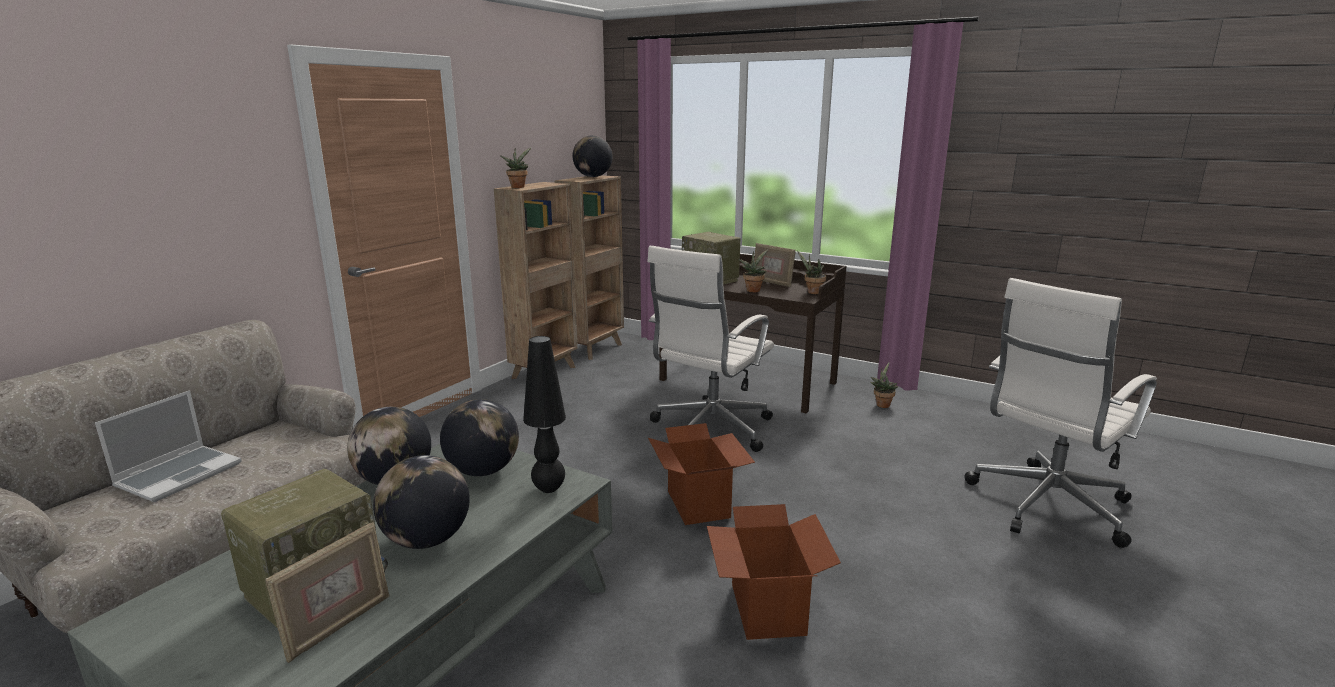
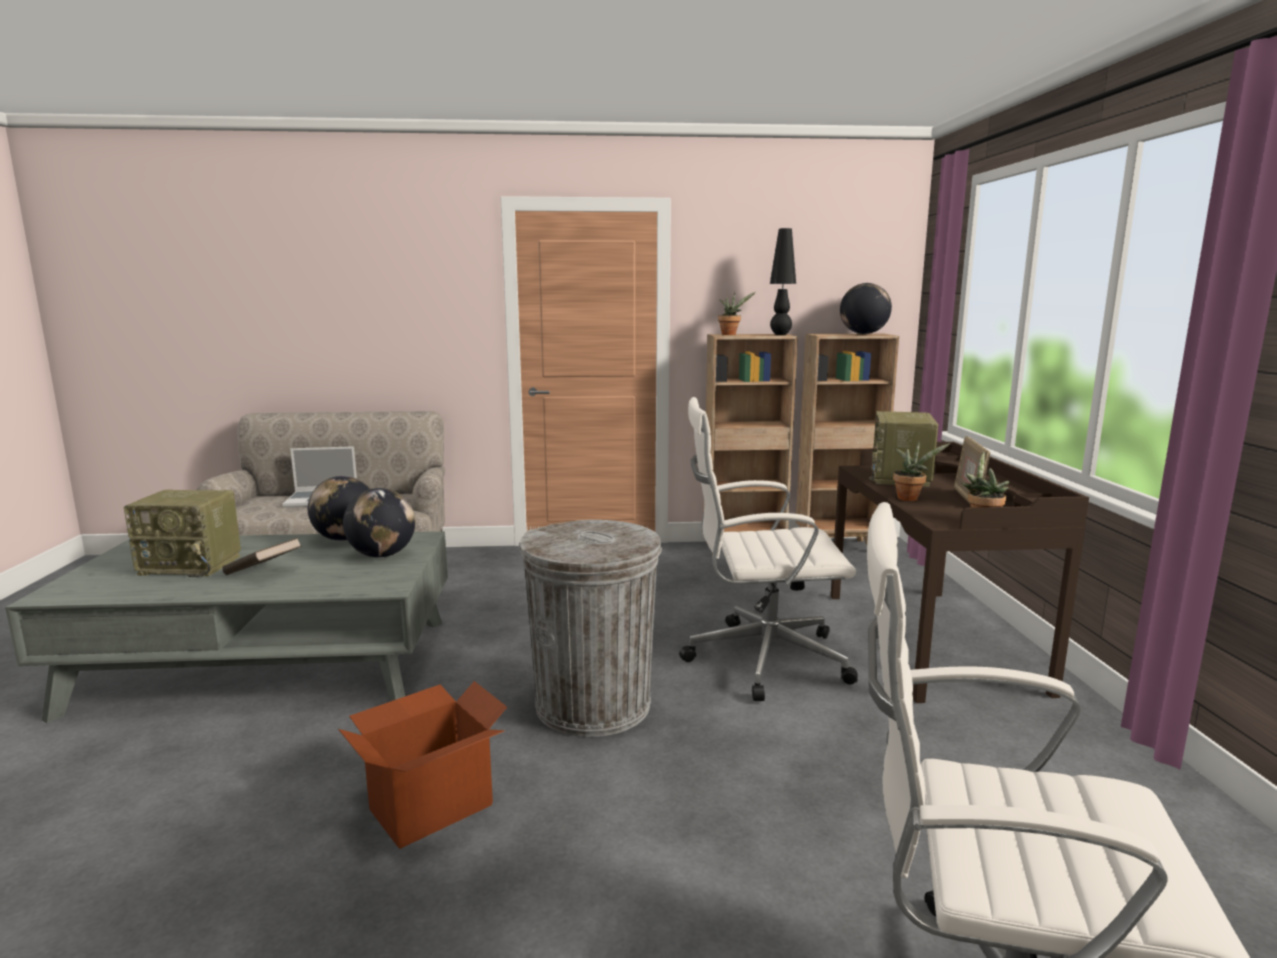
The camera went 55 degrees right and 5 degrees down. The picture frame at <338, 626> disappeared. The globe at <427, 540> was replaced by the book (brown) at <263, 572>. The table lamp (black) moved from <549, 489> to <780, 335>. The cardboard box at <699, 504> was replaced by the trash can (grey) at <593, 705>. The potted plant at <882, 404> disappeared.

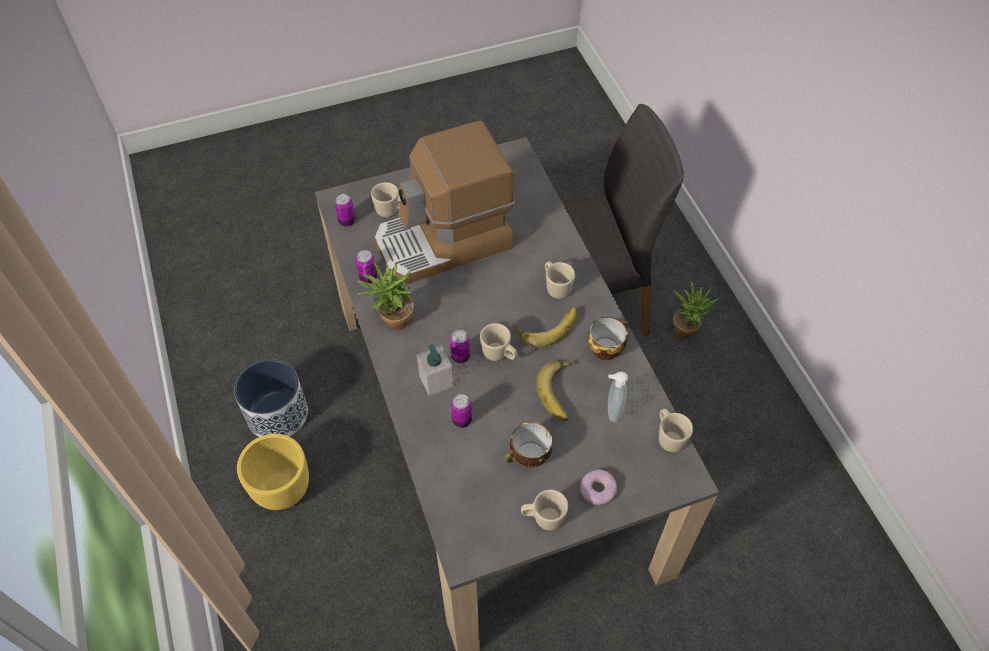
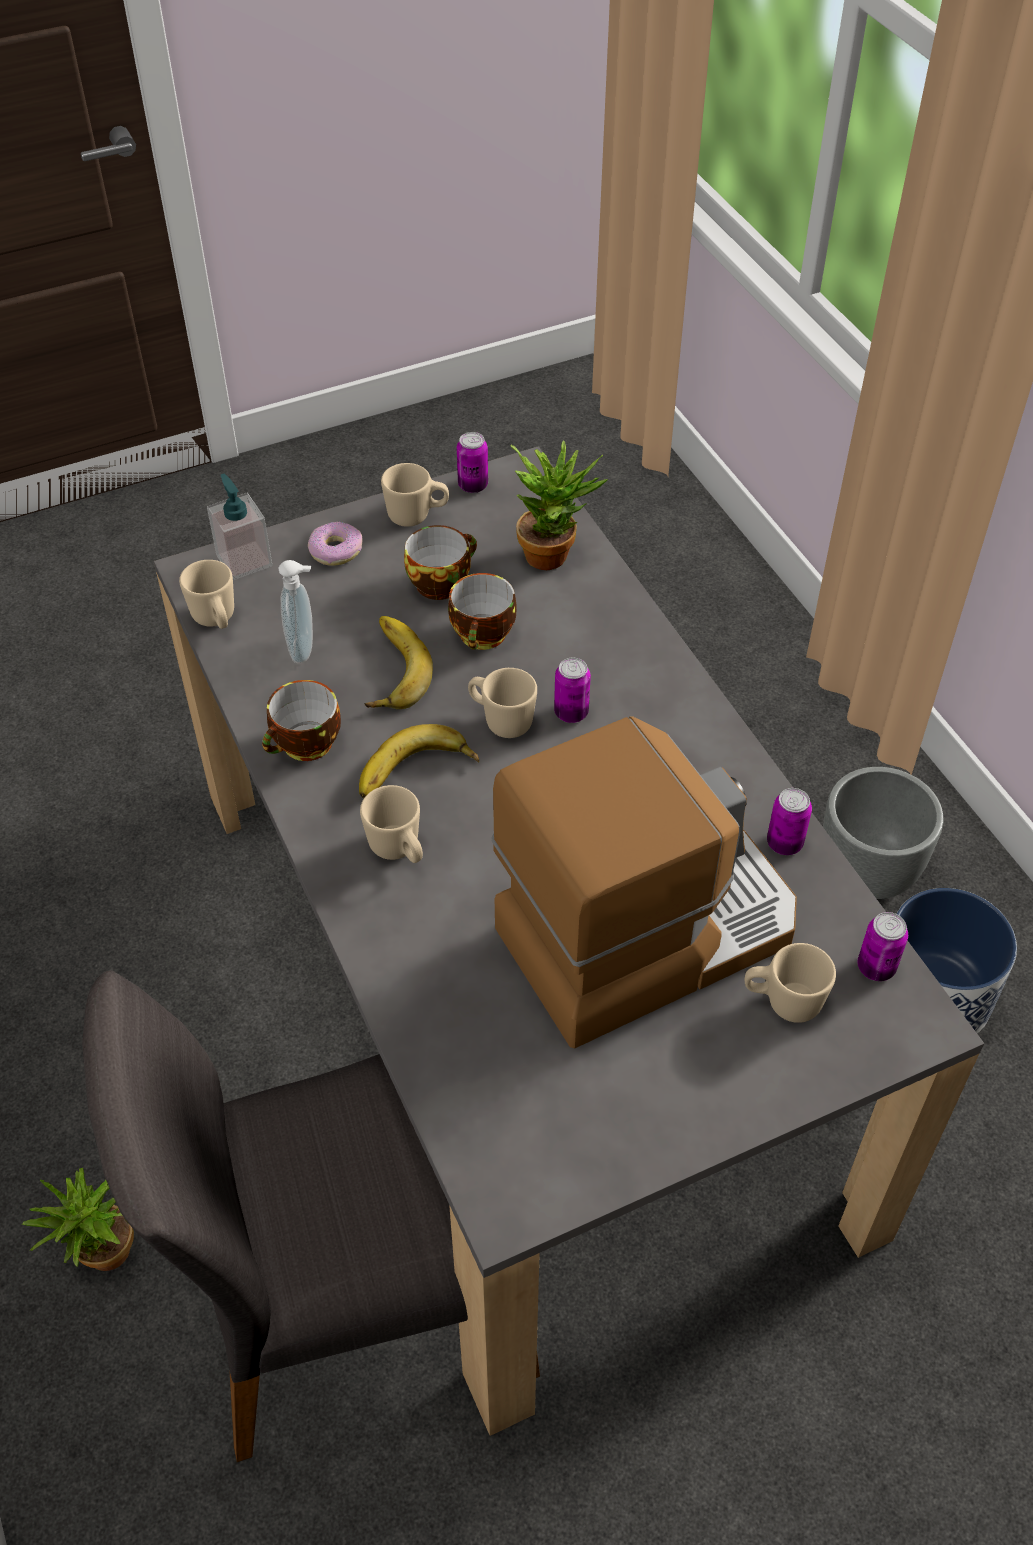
The camera went 175 degrees right and 5 degrees down. The planter (yellow) at <281, 489> became the planter (grey) at <868, 872>. The potted plant moved from <392, 321> to <554, 553>. The soap dispenser moved from <436, 381> to <244, 560>. The can moved from <462, 420> to <473, 485>. The cup at <484, 636> appeared.

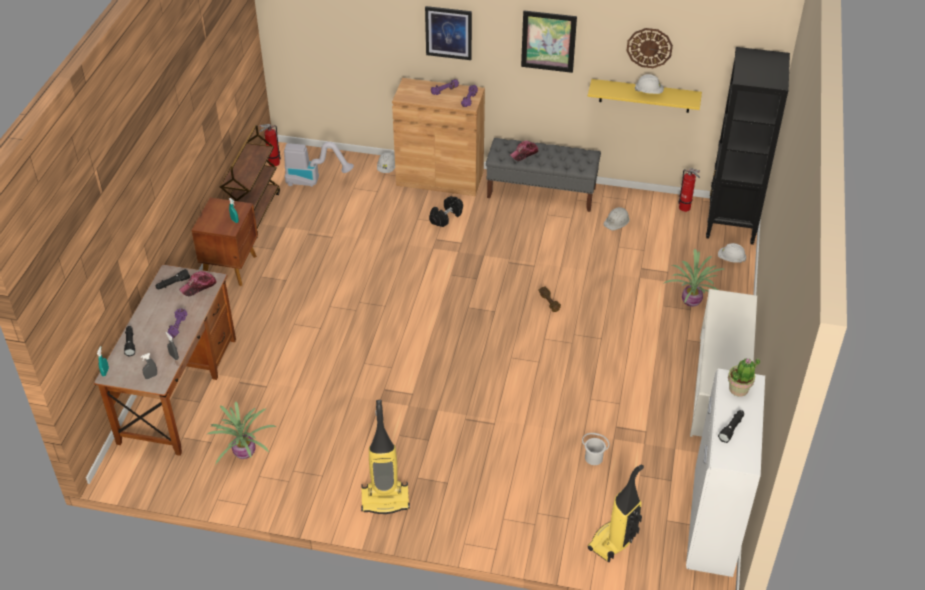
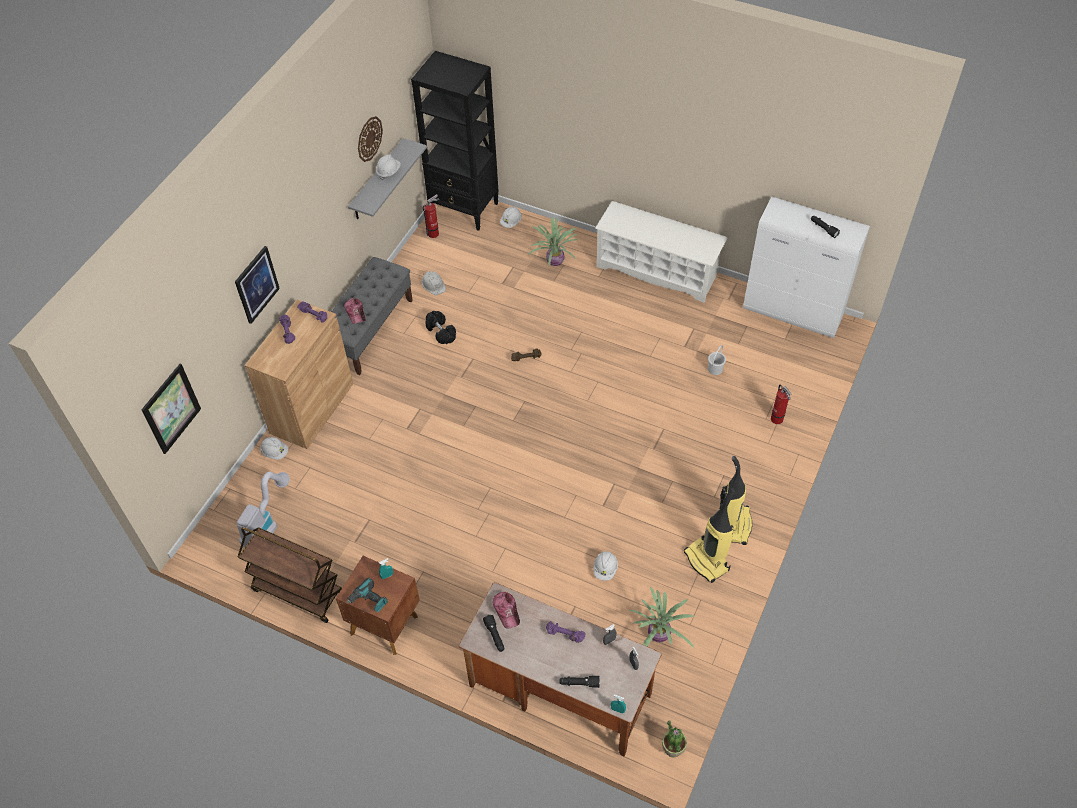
The camera went 75 degrees left and 10 degrees up. The fire extinguisher moved from <272, 163> to <777, 420>. The dumbbell (black) moved from <446, 217> to <441, 332>. The picture moved from <548, 41> to <171, 408>. The shelf (yellow) at <645, 96> became the shelf (grey) at <377, 181>. The vacuum cleaner moved from <613, 542> to <707, 561>. The potted plant moved from <739, 389> to <673, 748>. The power drill at <368, 600> appeared. The hard hat (white) at <605, 569> appeared.

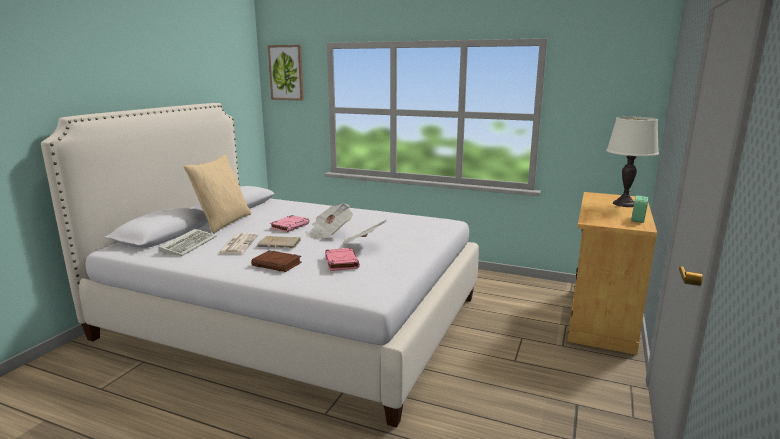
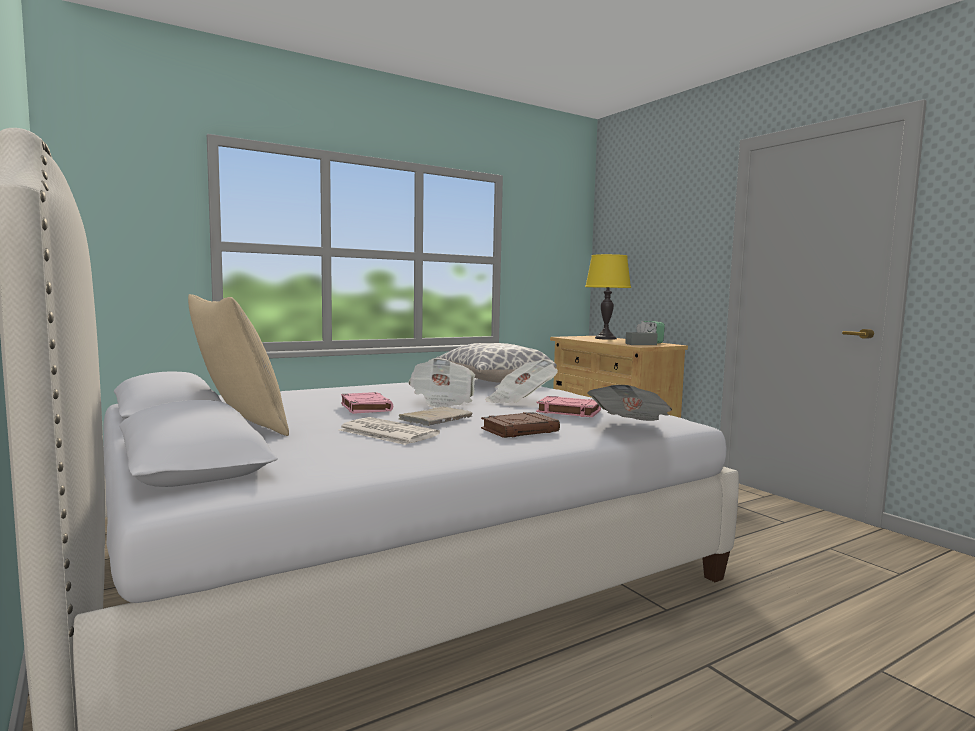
The camera went 55 degrees left and 10 degrees down. The keyboard at <189, 244> disappeared. The picture at <286, 72> disappeared. The table lamp (white) at <624, 204> became the table lamp (yellow) at <605, 338>. The pillow at <494, 381> appeared. The newspaper at <630, 427> appeared. The tissue box (grey) at <641, 344> appeared.

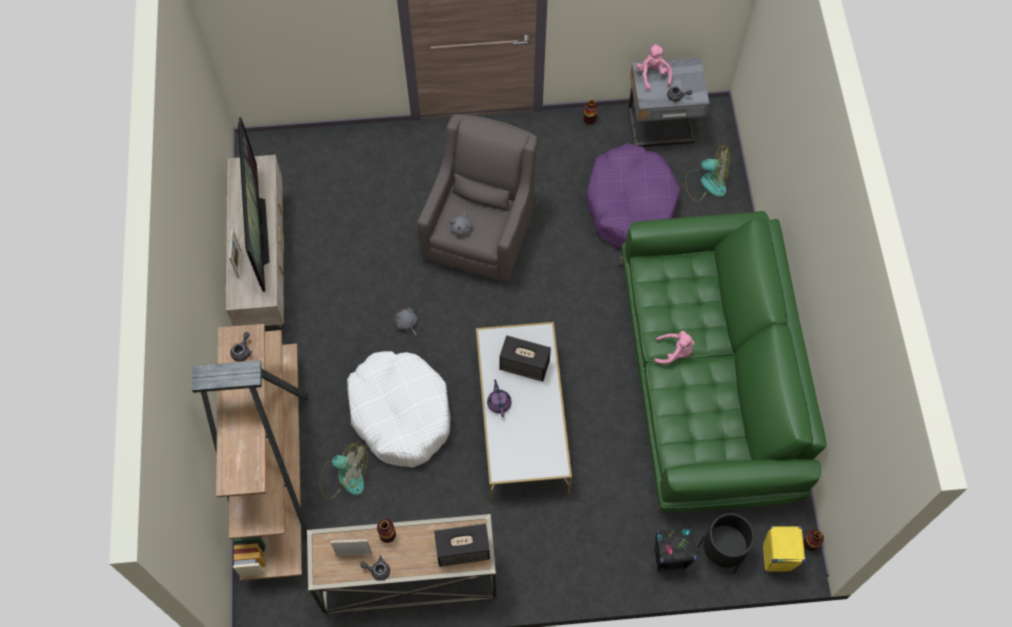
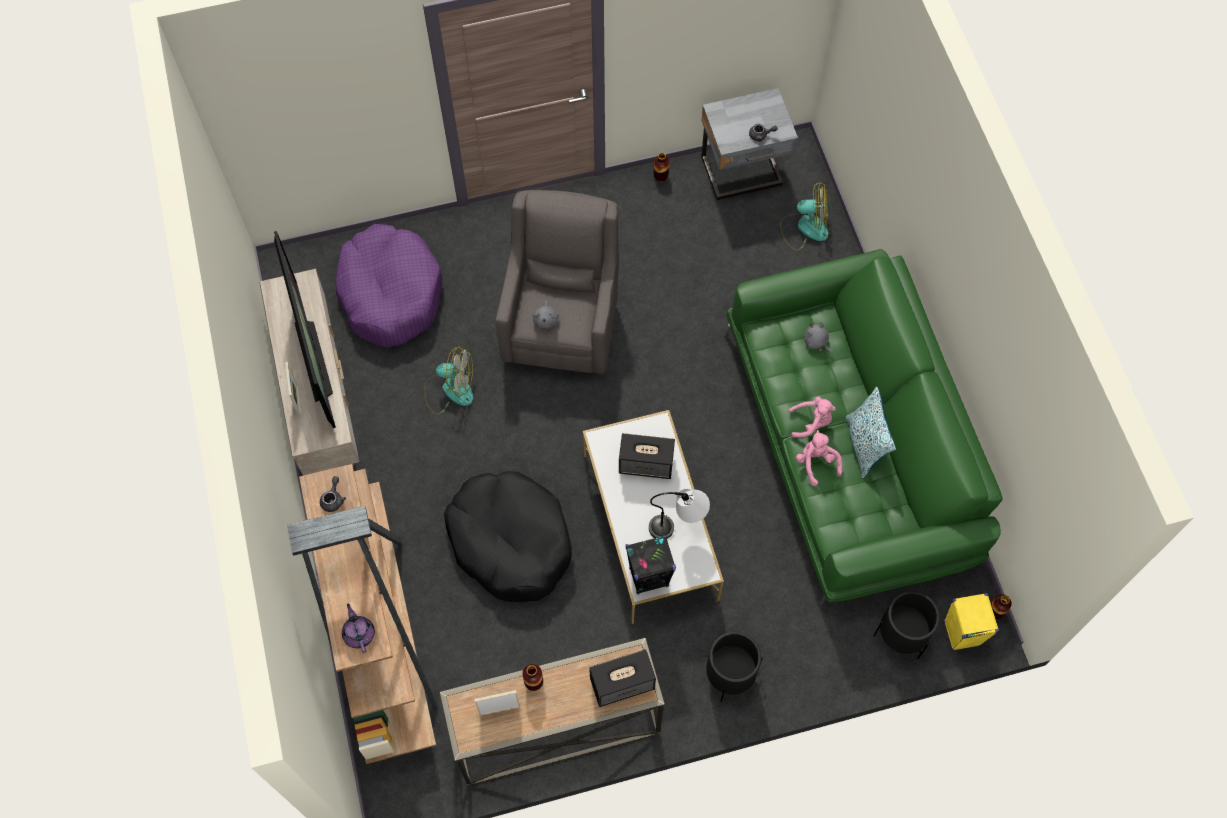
The camera went 10 degrees left and 0 degrees up. The fan moved from <344, 476> to <450, 389>. The dog bed (white) at <400, 413> became the dog bed (black) at <510, 541>. The teapot (grey) at <377, 570> disappeared. The plush toy (grey) moved from <407, 324> to <816, 342>. The teapot (purple) moved from <499, 403> to <359, 633>. The dog bed (purple) moved from <630, 204> to <390, 293>. The plush toy (pink) moved from <653, 75> to <816, 463>. The speaker (black) moved from <669, 558> to <649, 577>. The table lamp at <678, 526> appeared. The planter (black) at <730, 675> appeared. The pillow at <864, 445> appeared.

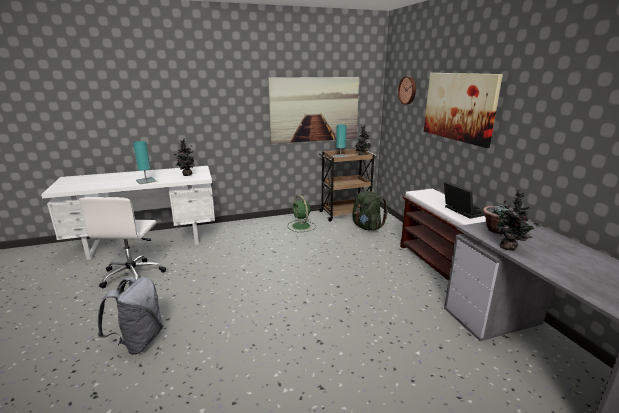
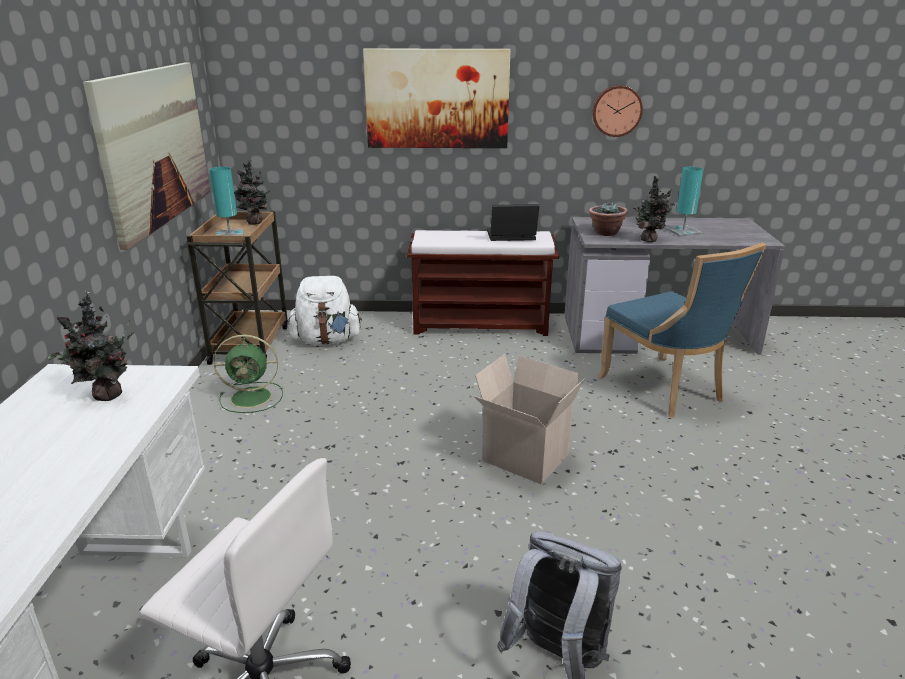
The camera went 70 degrees left and 5 degrees up. The table lamp (turquoise) moved from <146, 181> to <683, 231>. The backpack (green) at <366, 227> became the backpack (white) at <326, 340>. The wall clock moved from <408, 90> to <616, 110>. The cardboard box at <523, 459> appeared. The chair (blue) at <665, 389> appeared.

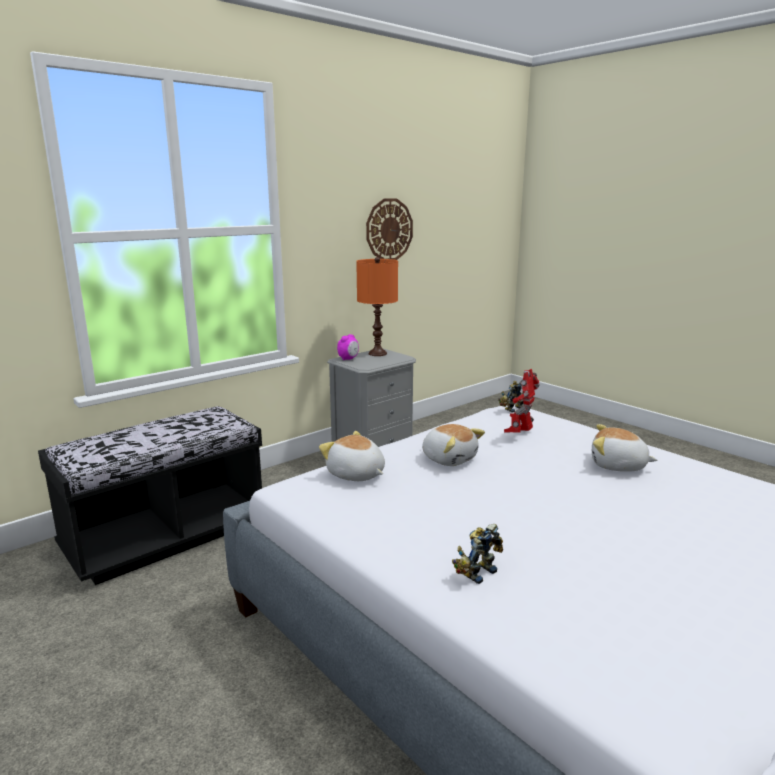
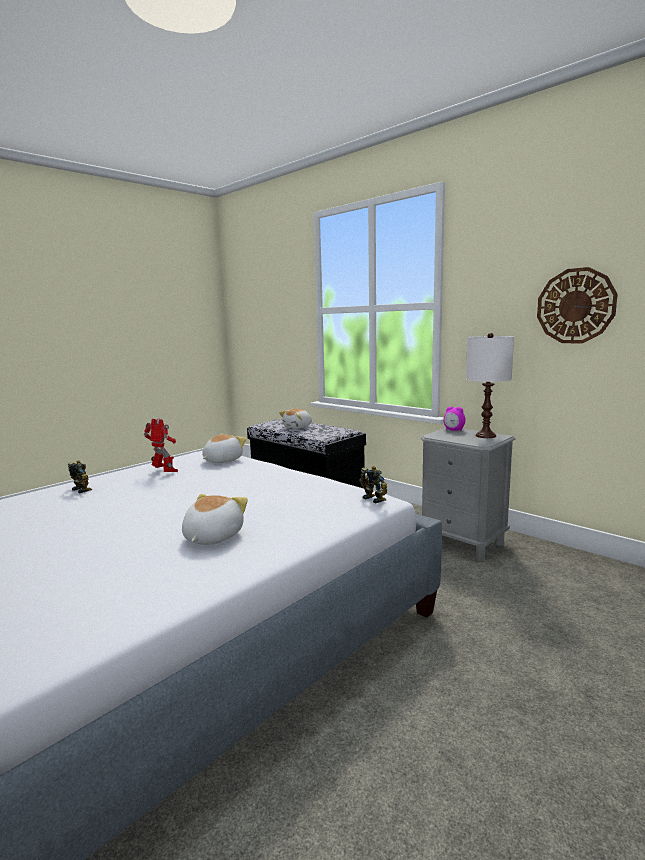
The camera went 85 degrees right and 5 degrees down. The table lamp (orange) at <378, 353> became the table lamp (white) at <486, 436>. The plush toy moved from <449, 459> to <298, 427>. The toy robot moved from <520, 434> to <165, 472>.

